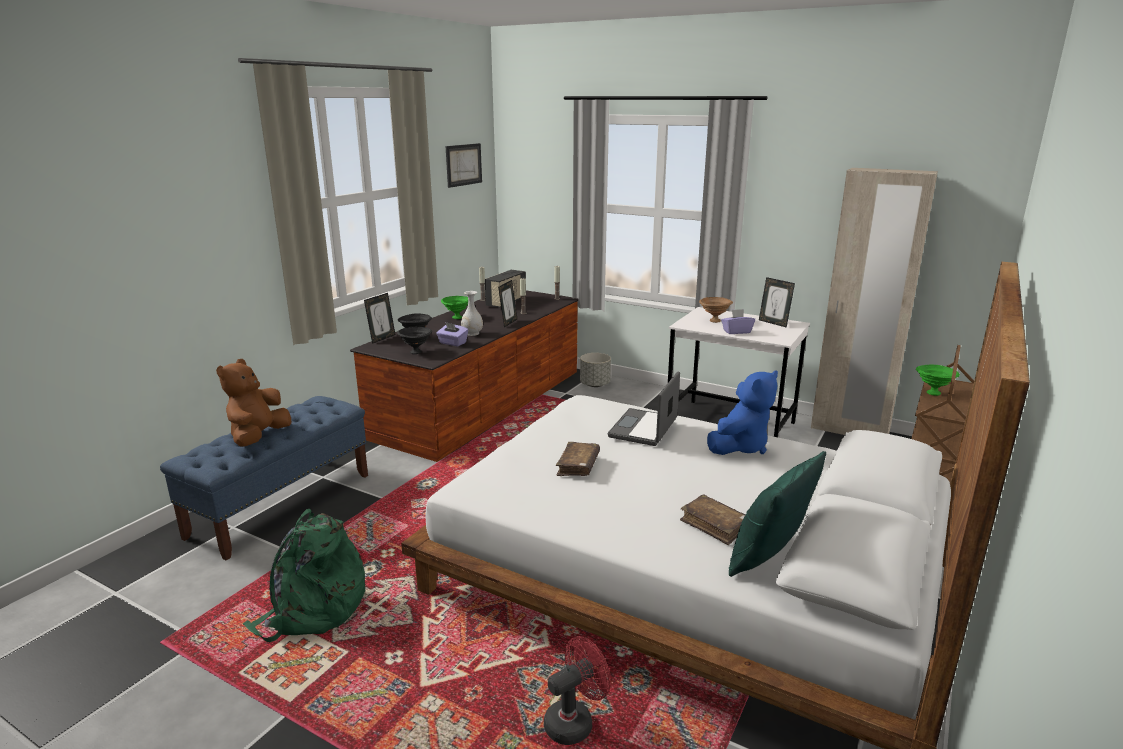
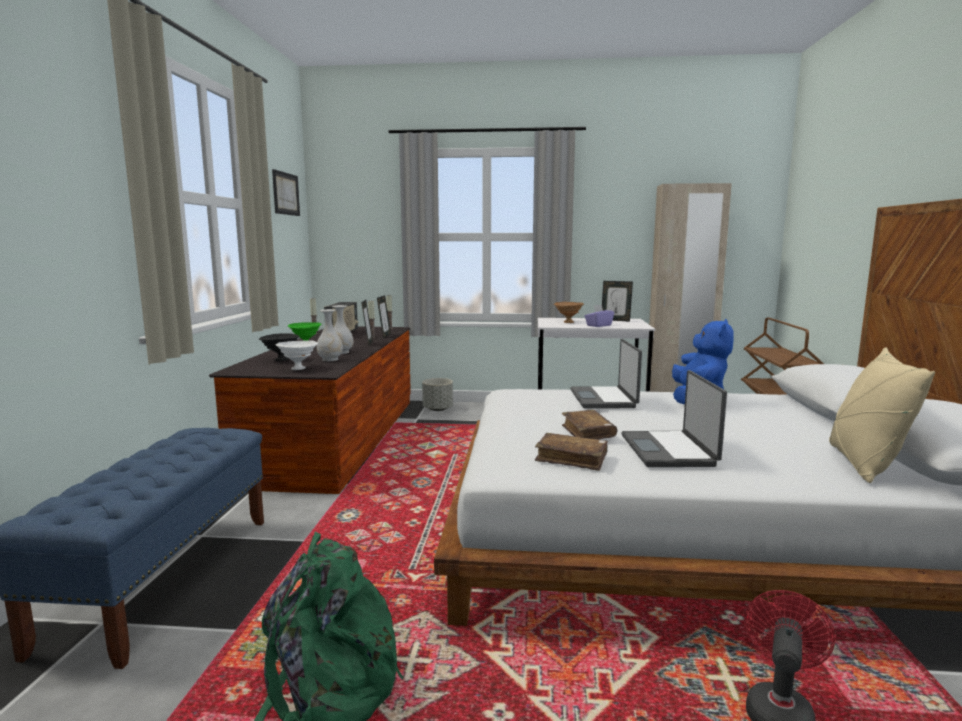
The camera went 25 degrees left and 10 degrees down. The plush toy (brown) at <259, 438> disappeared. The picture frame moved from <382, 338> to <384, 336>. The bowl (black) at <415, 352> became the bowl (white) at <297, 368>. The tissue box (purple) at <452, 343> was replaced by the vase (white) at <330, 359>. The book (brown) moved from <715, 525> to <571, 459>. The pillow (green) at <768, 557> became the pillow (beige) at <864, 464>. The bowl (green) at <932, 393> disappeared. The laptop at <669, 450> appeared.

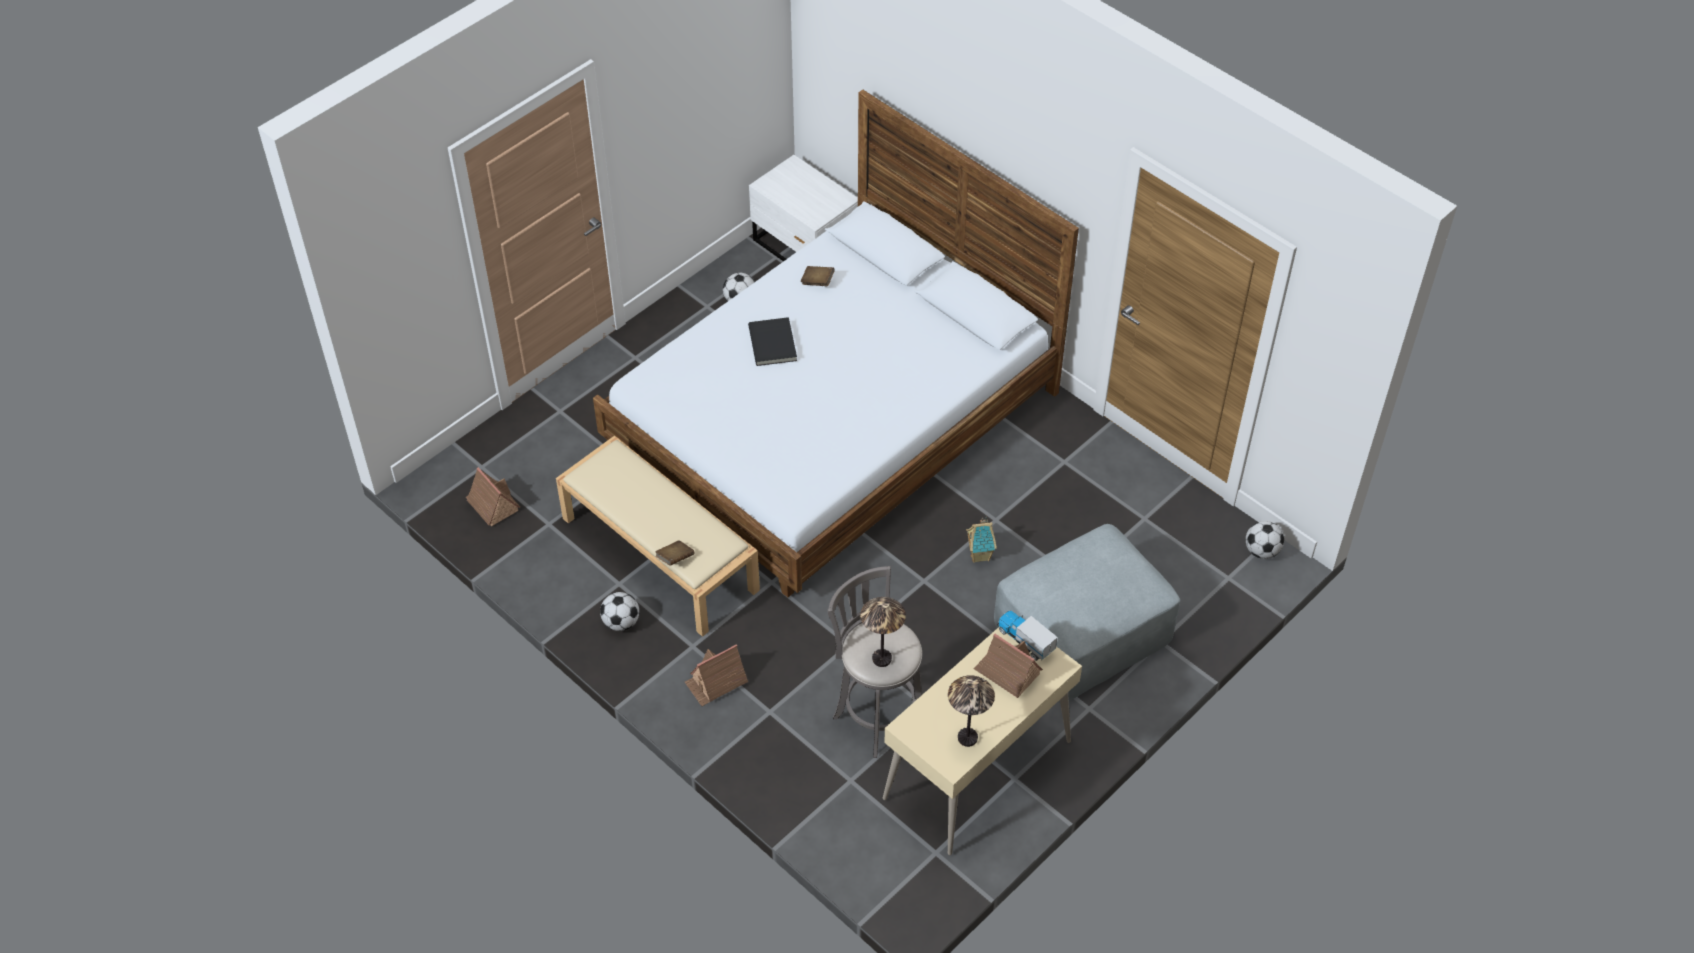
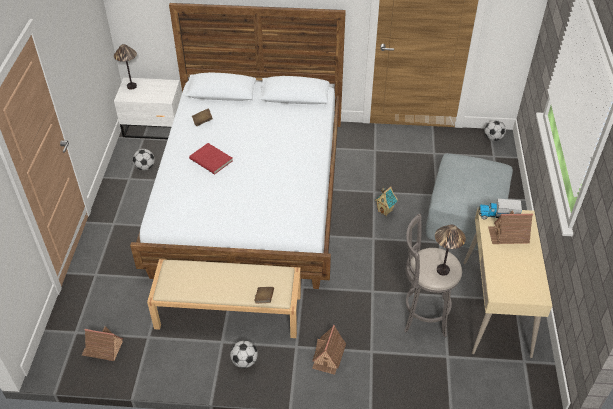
The camera went 40 degrees left and 5 degrees down. The book (black) at <774, 343> became the book (red) at <211, 159>. The table lamp moved from <967, 737> to <131, 86>.

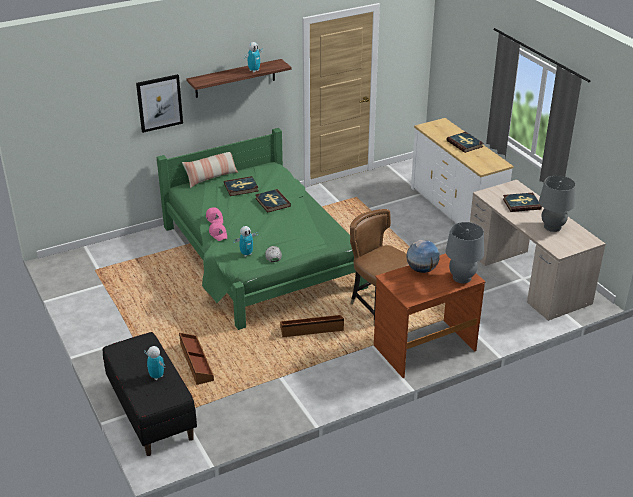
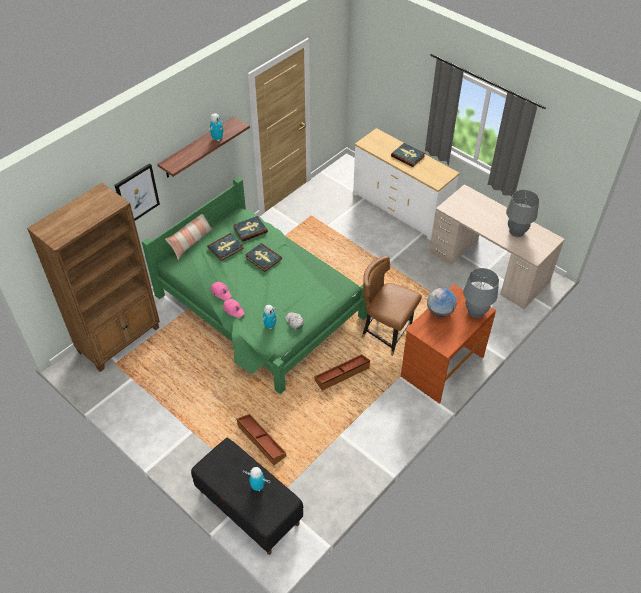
The camera went 20 degrees left and 15 degrees up. The book moved from <521, 204> to <250, 230>. The bookcase (brown) at <120, 339> appeared.

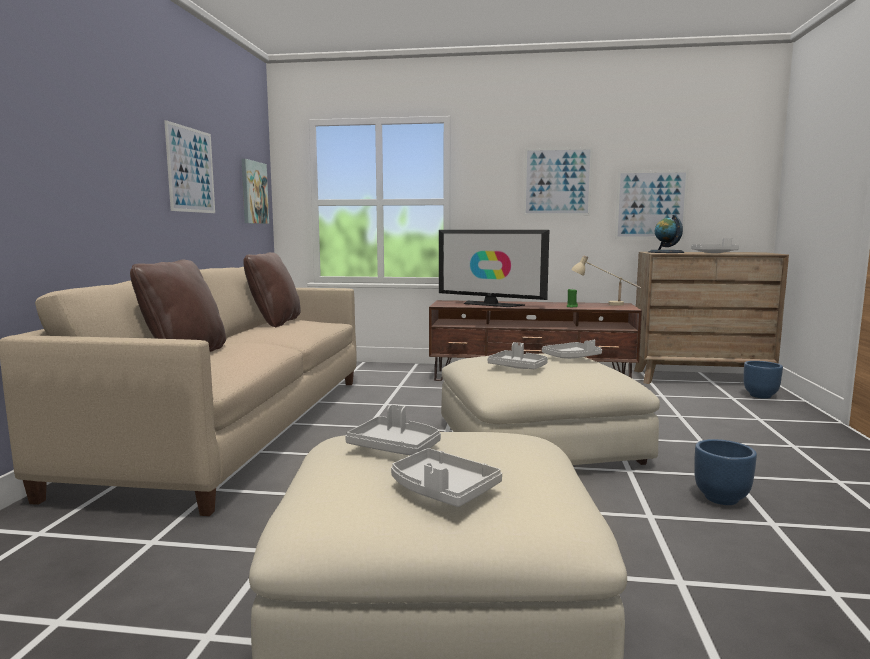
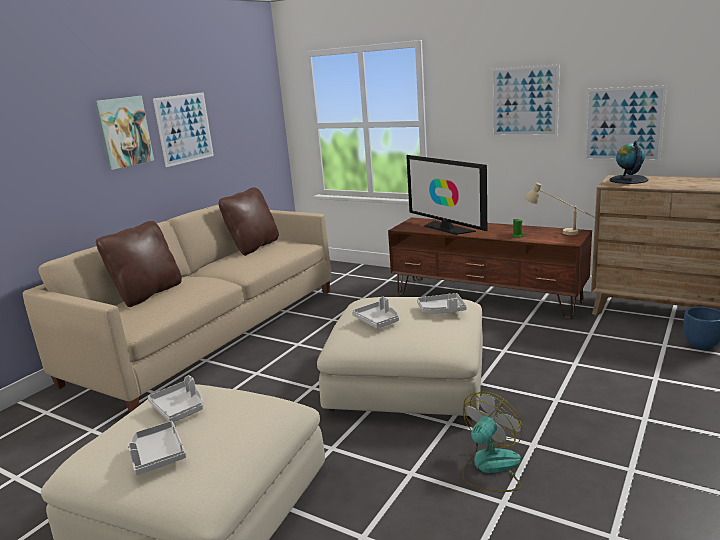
The camera went 25 degrees right and 10 degrees up. The picture moved from <253, 192> to <124, 132>. The tray (grey) at <714, 253> disappeared. The planter (blue) at <720, 498> was replaced by the fan at <490, 467>.

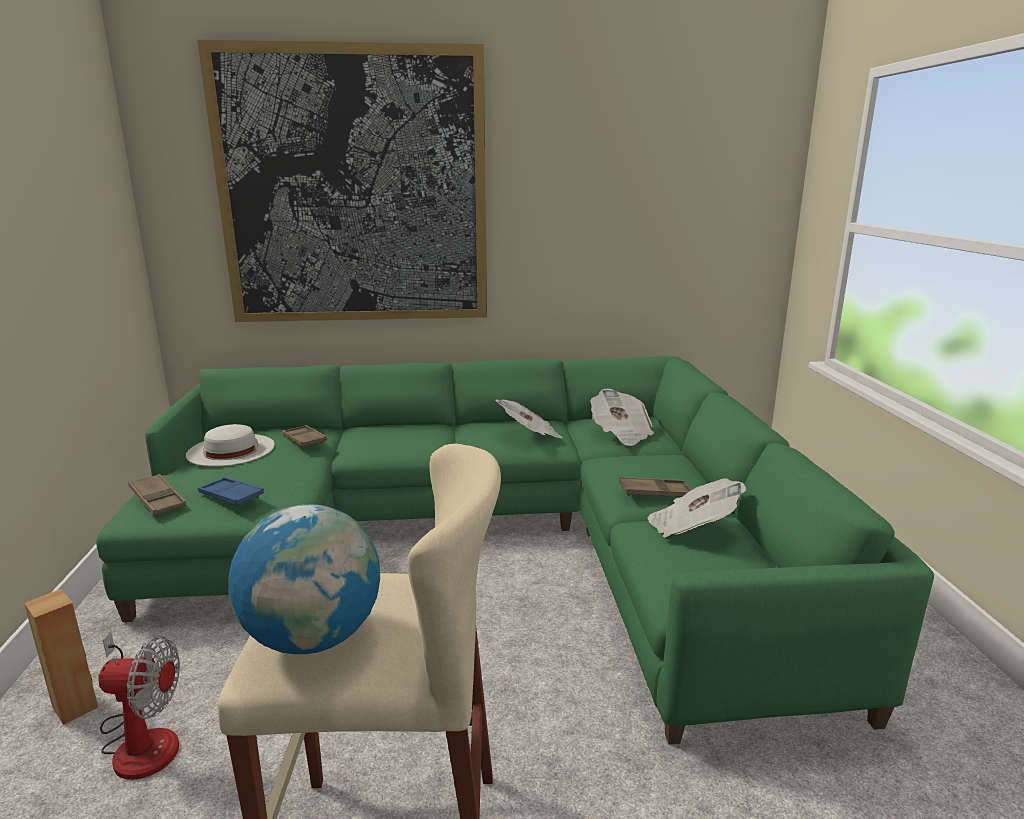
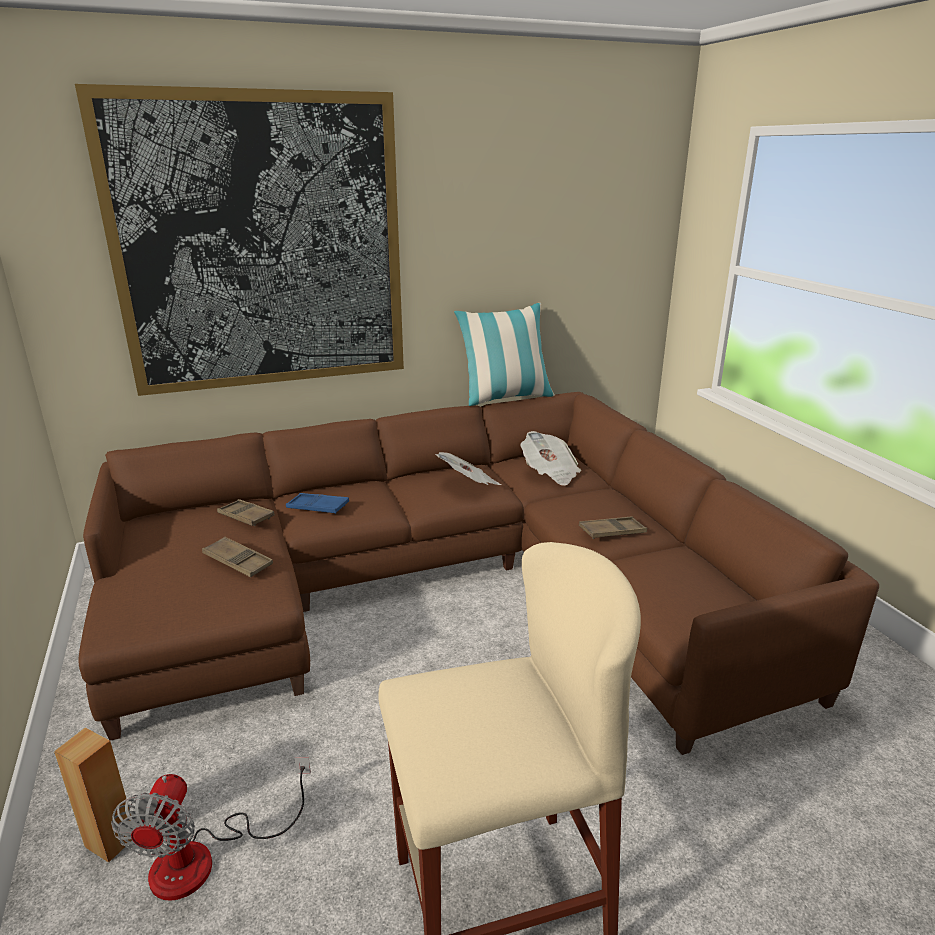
The camera went 15 degrees left and 5 degrees up. The sofa (green) at <494, 538> became the sofa (brown) at <447, 587>. The fan at <142, 740> turned 105 degrees clockwise. The tray (brown) moved from <157, 499> to <238, 561>. The hat (white) at <231, 449> disappeared. The tray (blue) moved from <231, 496> to <317, 507>. The globe at <313, 638> disappeared. The newspaper at <692, 528> disappeared. The pillow at <505, 398> appeared.

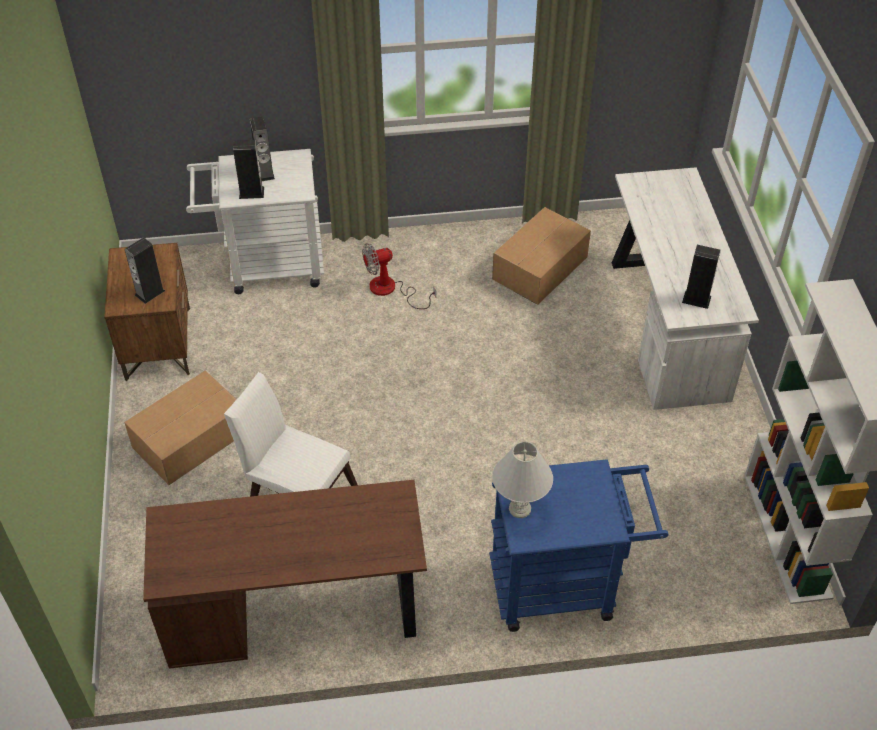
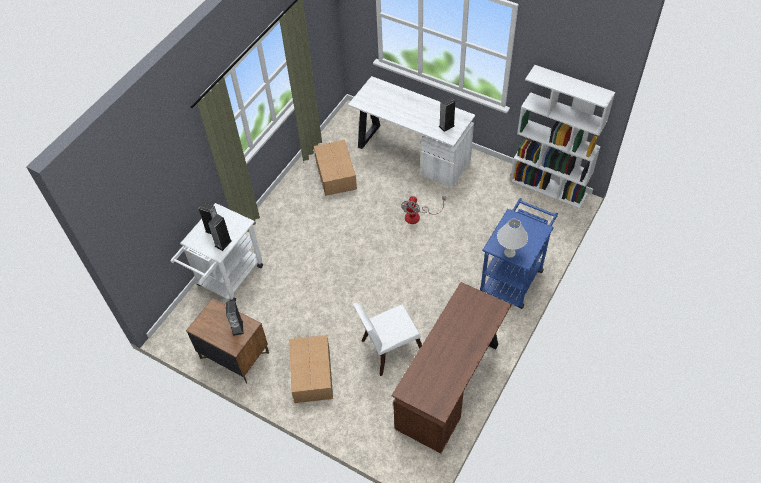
The camera went 50 degrees left and 5 degrees up. The fan moved from <391, 290> to <417, 216>.

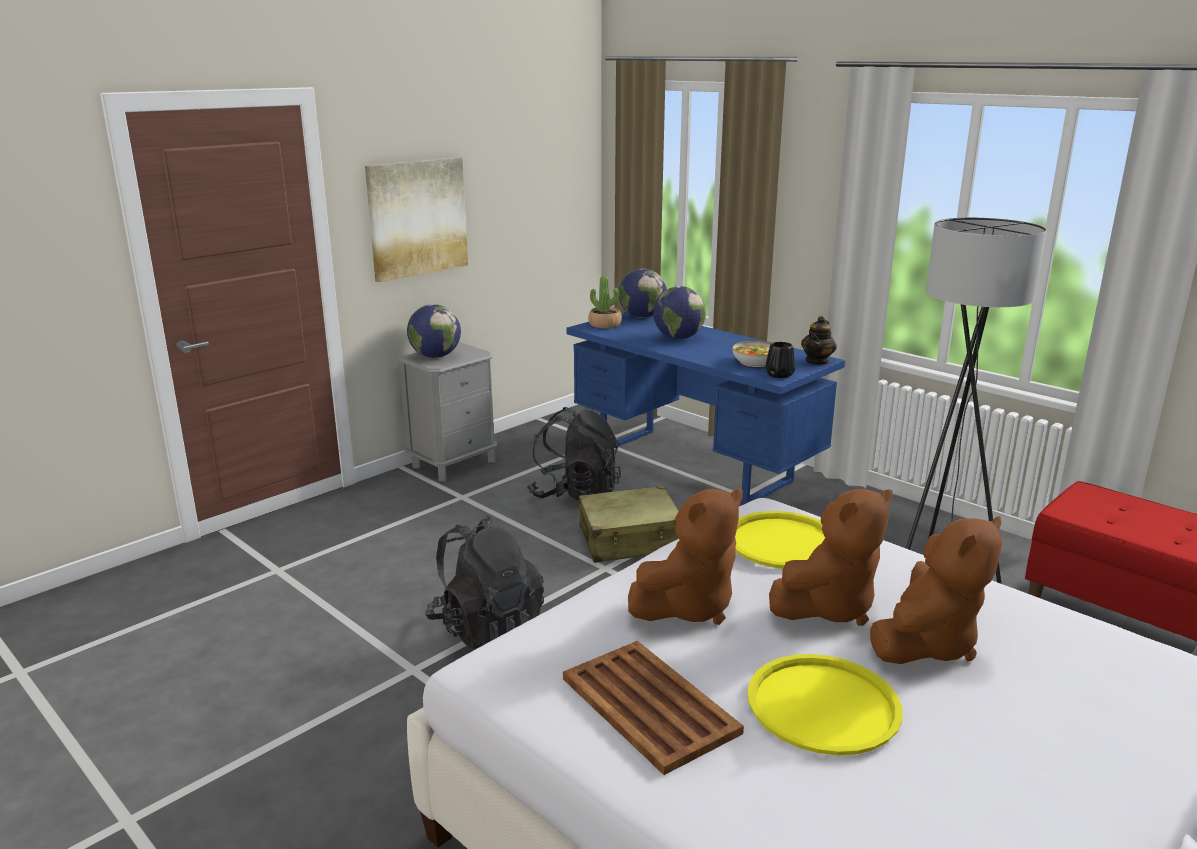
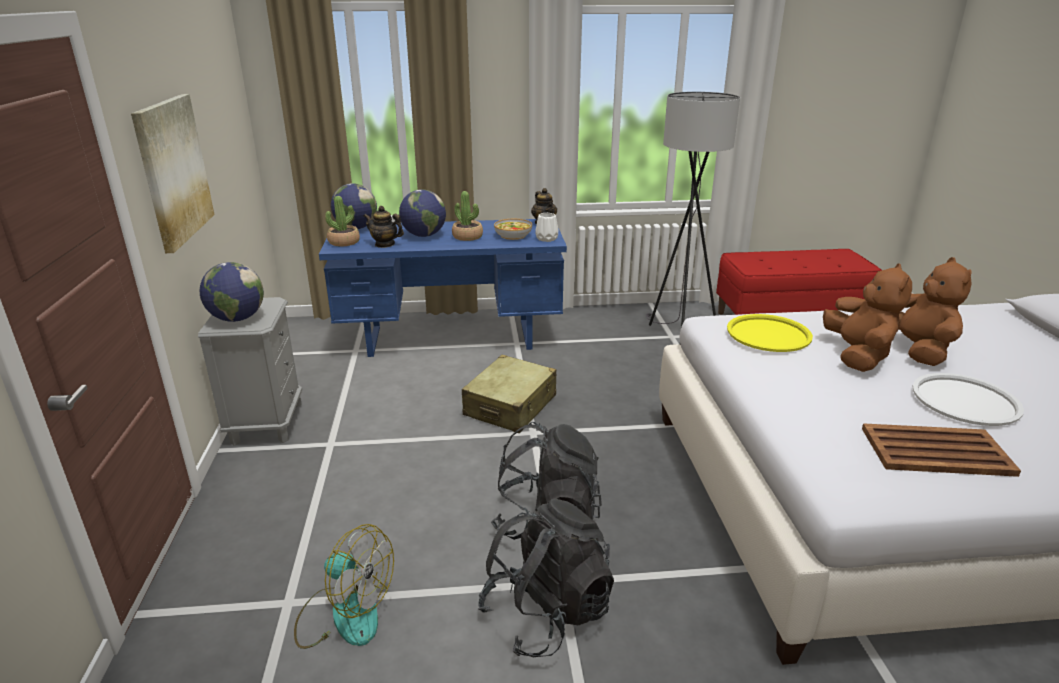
The camera went 50 degrees left and 5 degrees up. The backpack (black) moved from <575, 494> to <546, 613>. The plush toy (brown) at <688, 607> disappeared. The tray (yellow) at <823, 705> became the tray (white) at <965, 400>. The vase (black) at <779, 375> became the vase (white) at <547, 239>. The fan at <344, 614> appeared. The teapot at <385, 244> appeared. The potted plant at <467, 237> appeared.

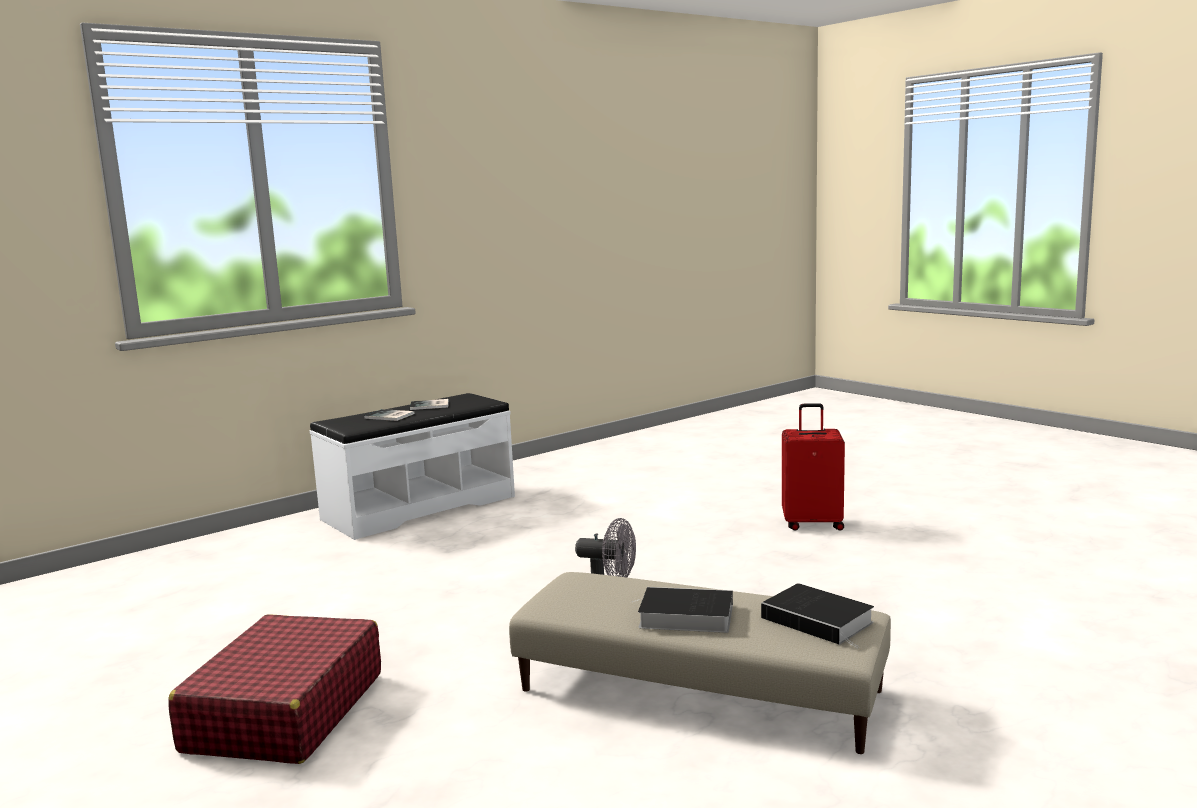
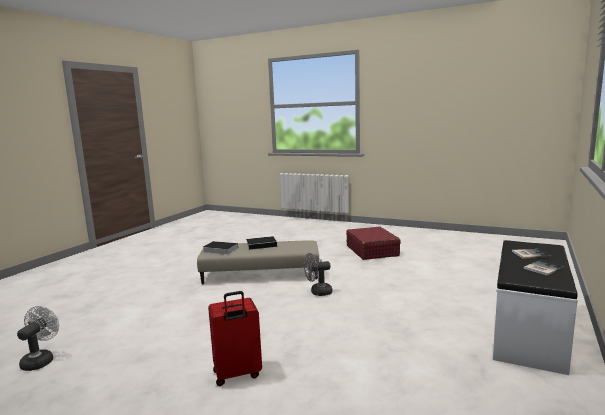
The camera went 155 degrees right and 0 degrees up. The fan (white) at <40, 360> appeared.

